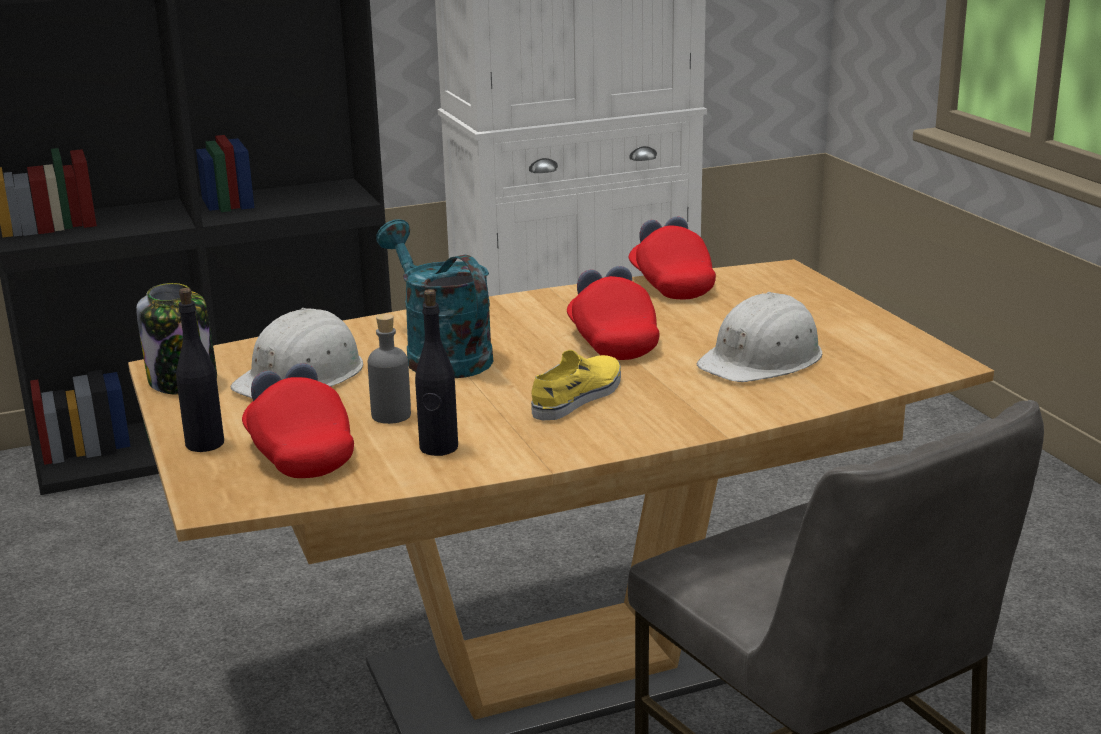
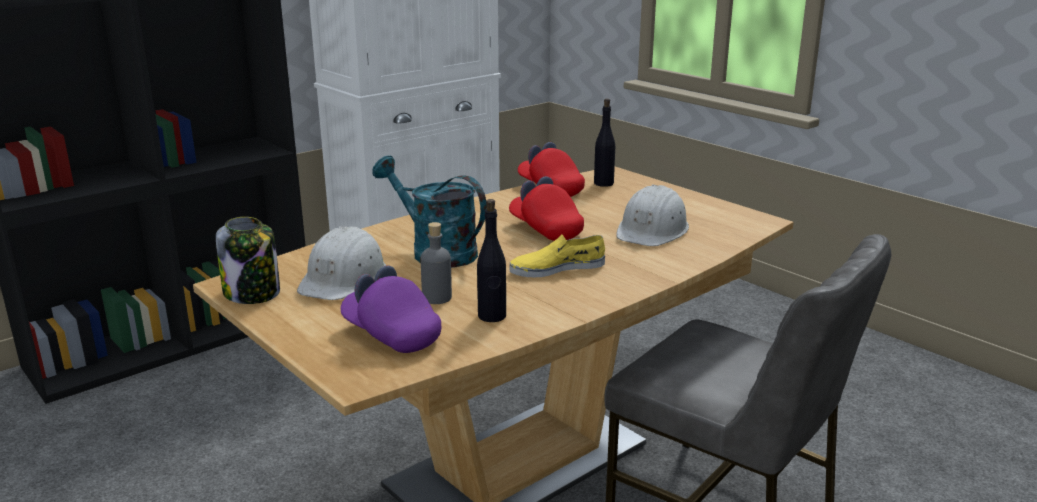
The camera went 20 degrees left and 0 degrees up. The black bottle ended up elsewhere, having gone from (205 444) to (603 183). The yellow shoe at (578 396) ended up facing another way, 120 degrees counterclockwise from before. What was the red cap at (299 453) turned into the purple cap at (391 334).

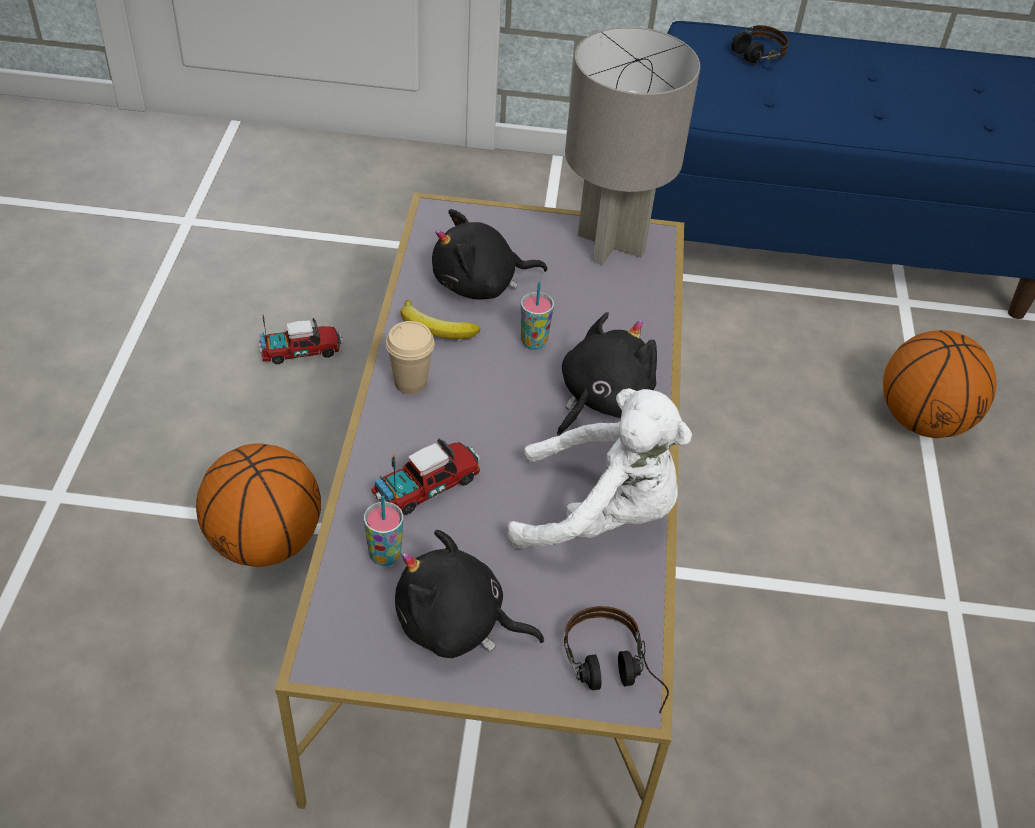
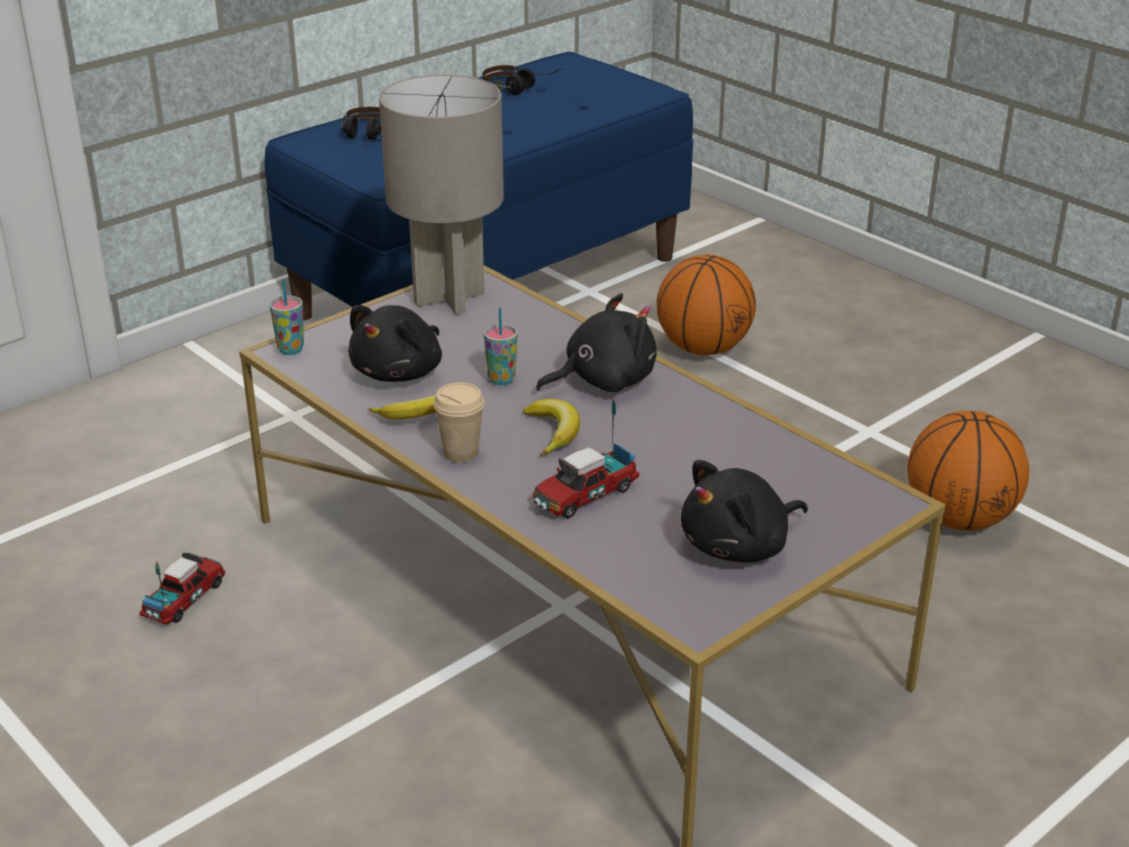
The camera went 45 degrees left and 15 degrees down. The black plush toy at (601 399) ended up facing another way, 75 degrees clockwise from before. The second view lost the white plush toy at (600 514). The toy truck at (428 486) ended up facing another way, 135 degrees counterclockwise from before. The basketball ended up elsewhere, having gone from (265 542) to (959 519). The cup ended up elsewhere, having gone from (385 555) to (290 349). The headphones ended up elsewhere, having gone from (613 676) to (521 89). The second view gained the banana at (553 432).

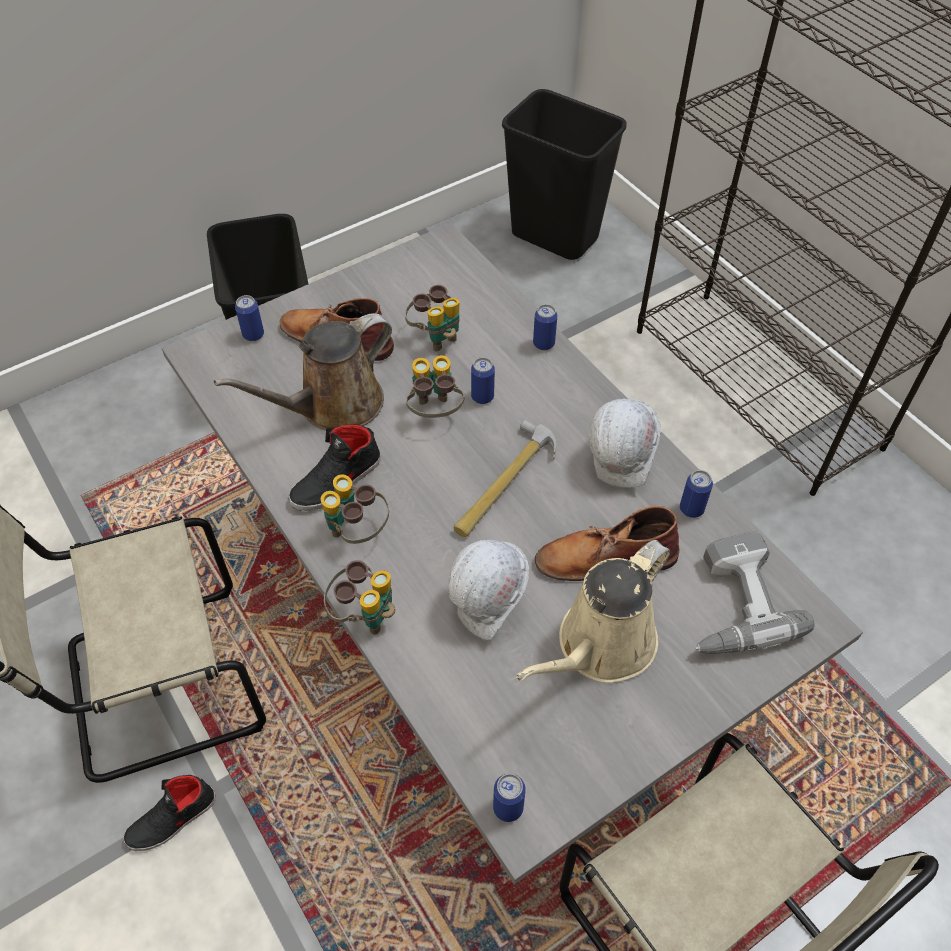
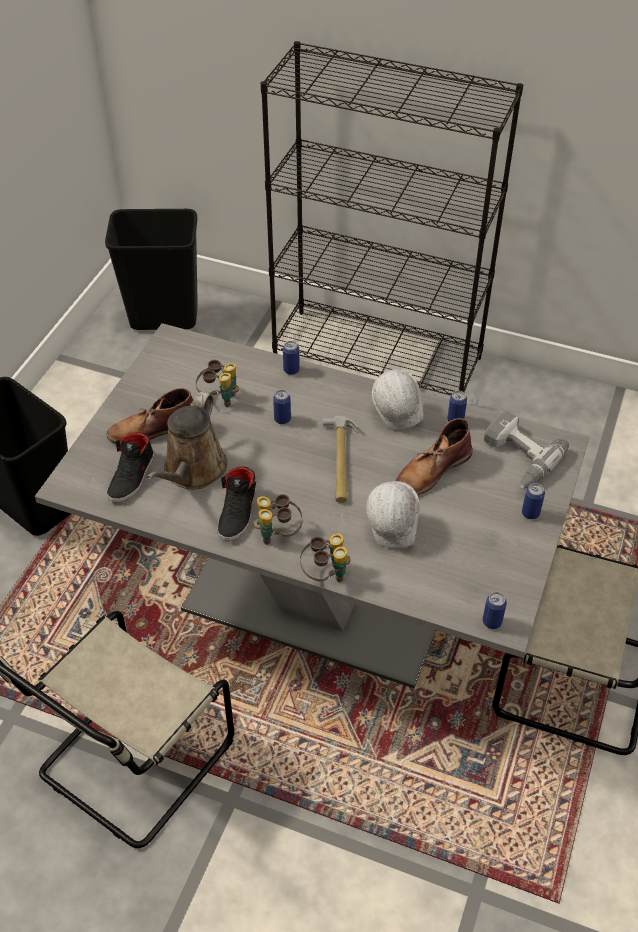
The camera went 35 degrees left and 5 degrees down. The can ended up elsewhere, having gone from (253 334) to (530 513). The second view lost the binoculars at (435 412). The second view lost the beige watering can at (600 646). The black shoe ended up elsewhere, having gone from (172 820) to (132 477).

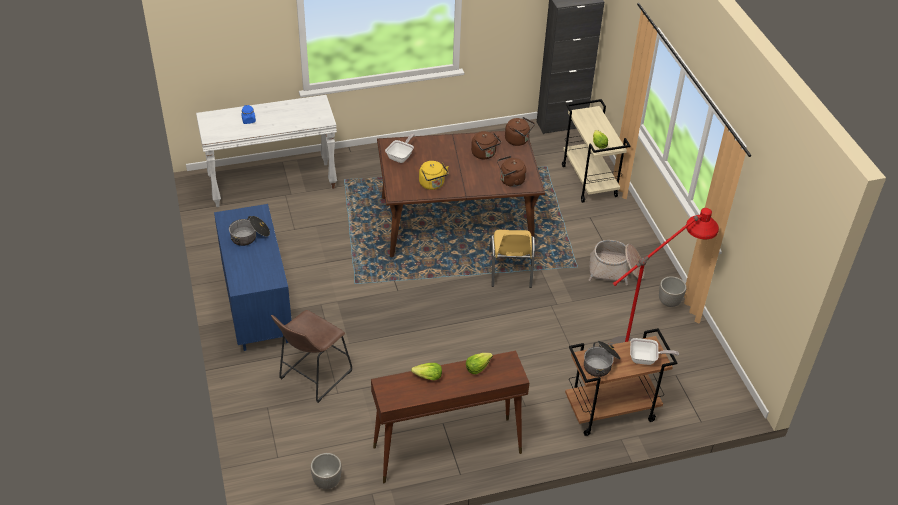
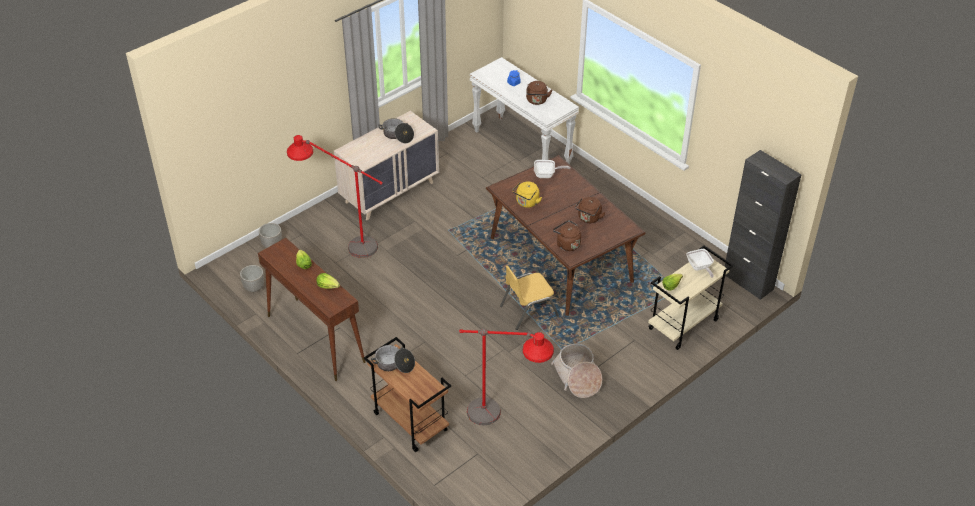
The camera went 65 degrees right and 0 degrees up. The brown kettle ended up elsewhere, having gone from (518 140) to (537 101). What was the blue dresser at (257 307) turned into the beige dresser at (390 192). The planter ended up elsewhere, having gone from (669 302) to (272 245). Where the brown stool stood at (312 377), the red floor lamp came to stand at (342 245). The frying pan ended up elsewhere, having gone from (646 359) to (699 268).

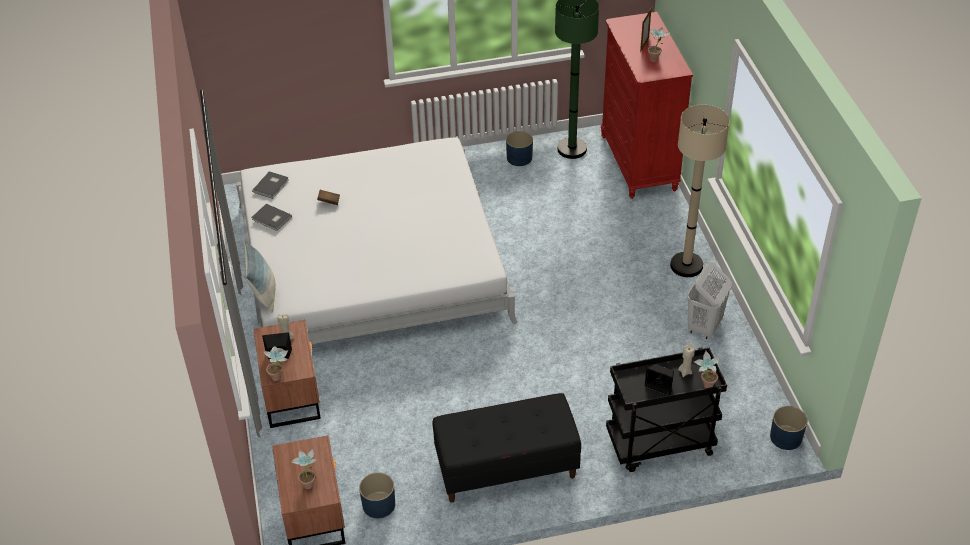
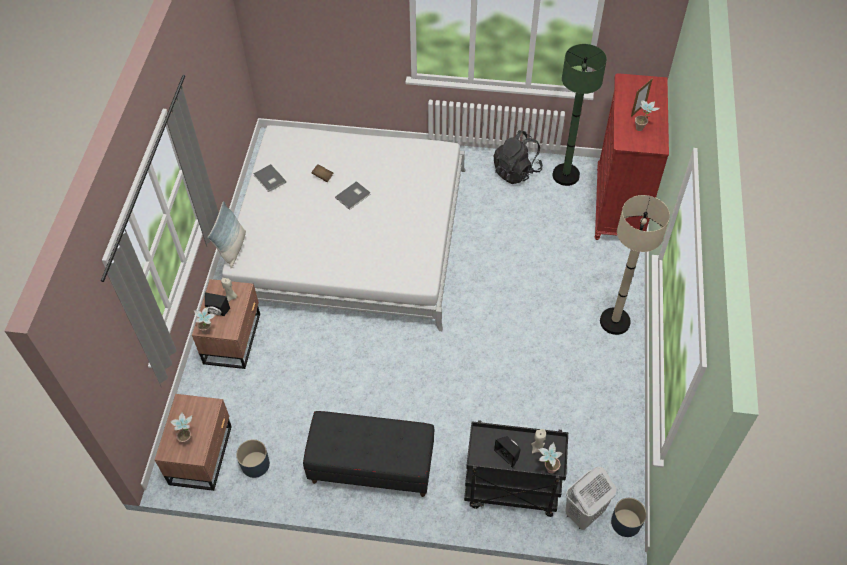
The camera went 20 degrees right and 10 degrees up. Where the blue planter stood at (519 158), the black backpack came to stand at (516 171). The grey book ended up elsewhere, having gone from (272 186) to (354 196). The white laundry basket ended up elsewhere, having gone from (704 327) to (583 513).

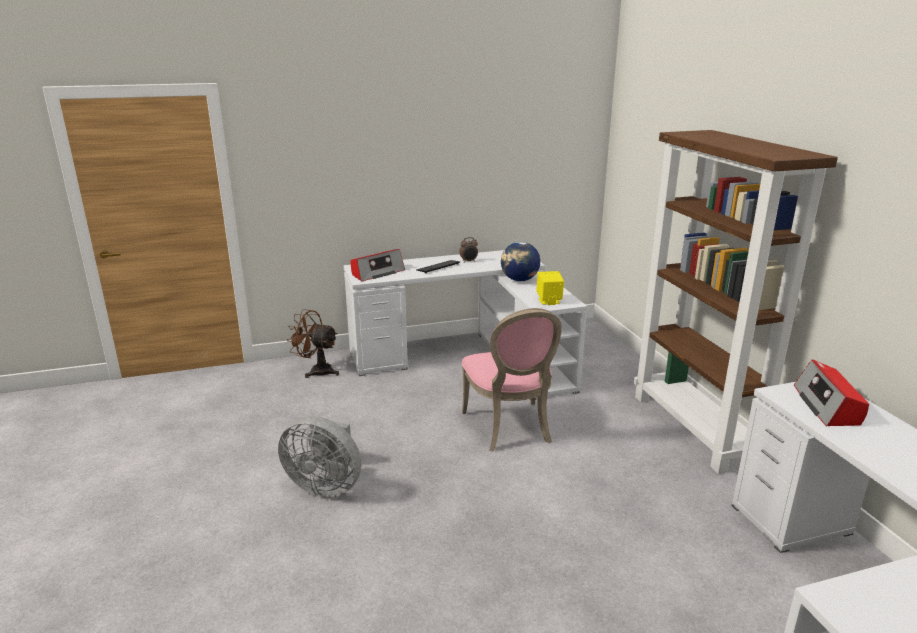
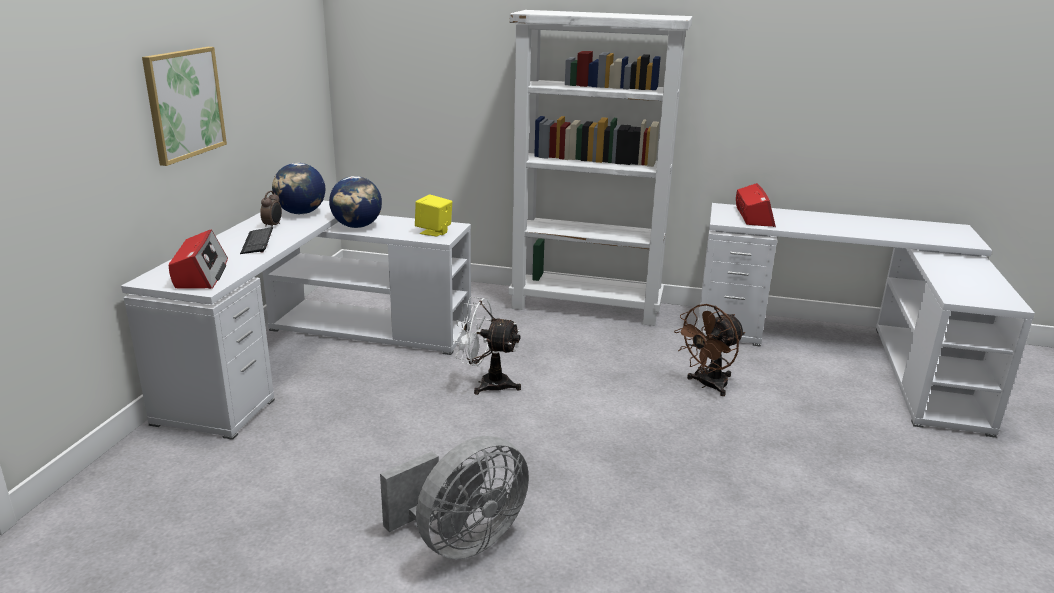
The camera went 60 degrees left and 0 degrees up. What was the brown bookcase at (695 428) turned into the white bookcase at (587 307). Where the pink chair stood at (510 428), the white fan came to stand at (487 383). The brown fan ended up elsewhere, having gone from (316 371) to (707 385). The radio at (827 406) ended up facing another way, 120 degrees counterclockwise from before. The second view gained the picture at (184 104). The second view gained the globe at (301 213).

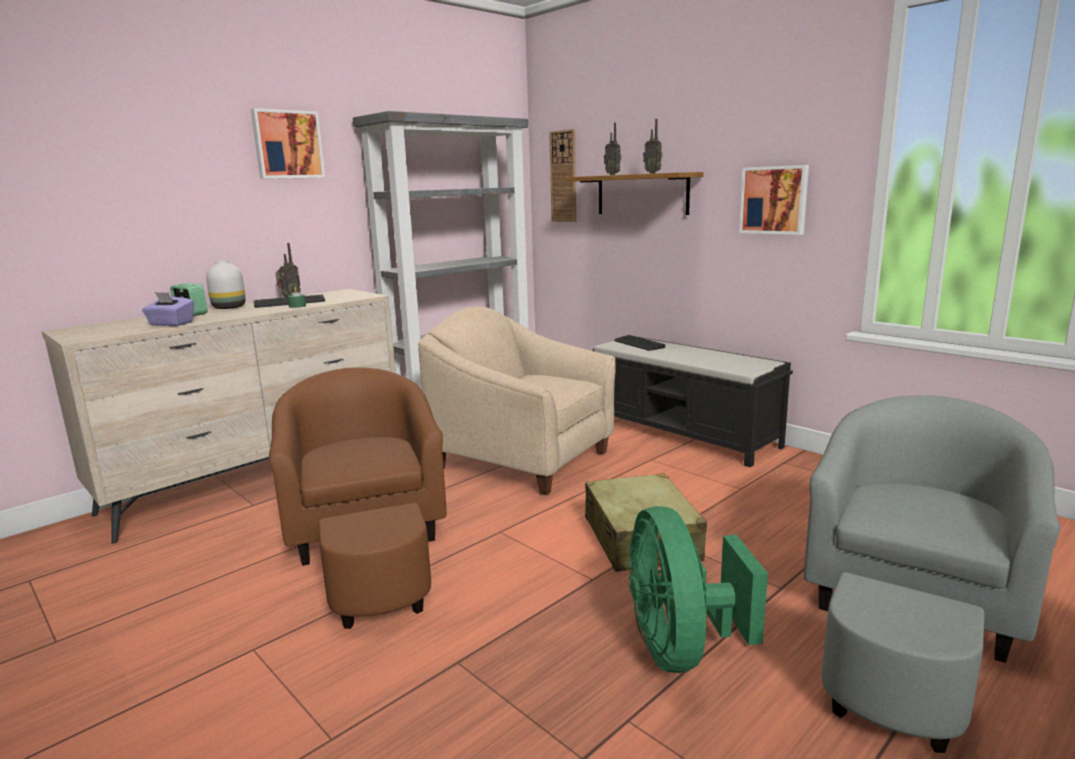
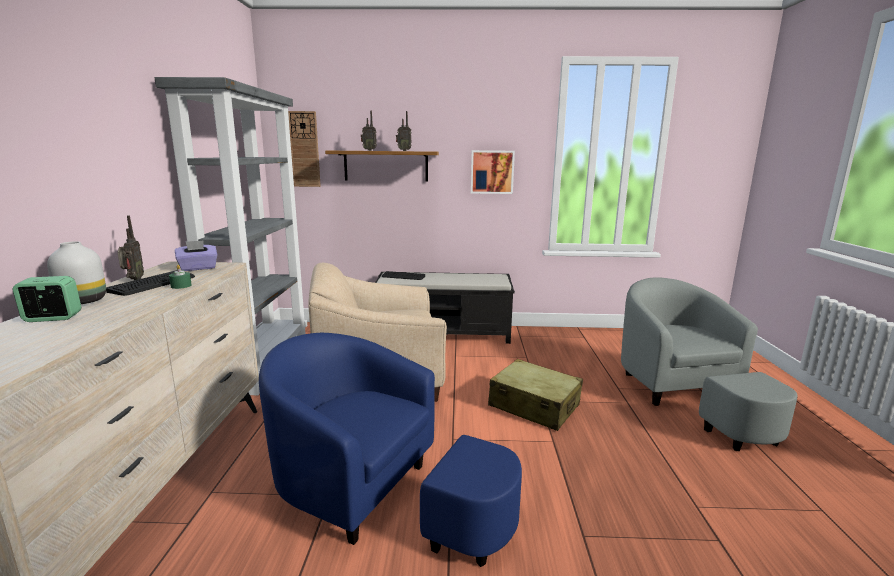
The camera went 45 degrees left and 0 degrees up. The second view lost the picture at (287 144). The purple tissue box ended up elsewhere, having gone from (171 324) to (198 268). What was the brown armchair at (369 544) turned into the blue armchair at (377 495). The second view lost the green fan at (681 648).

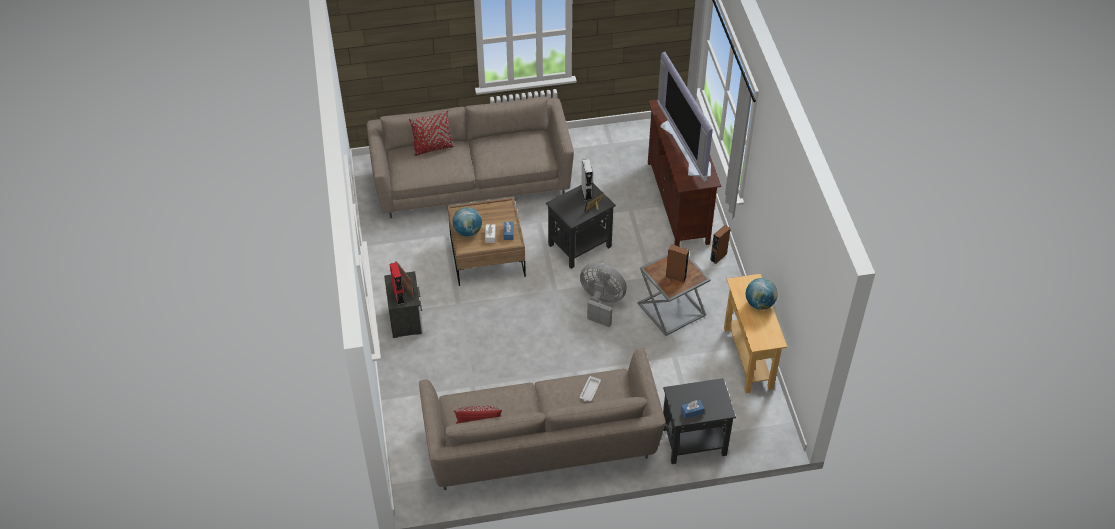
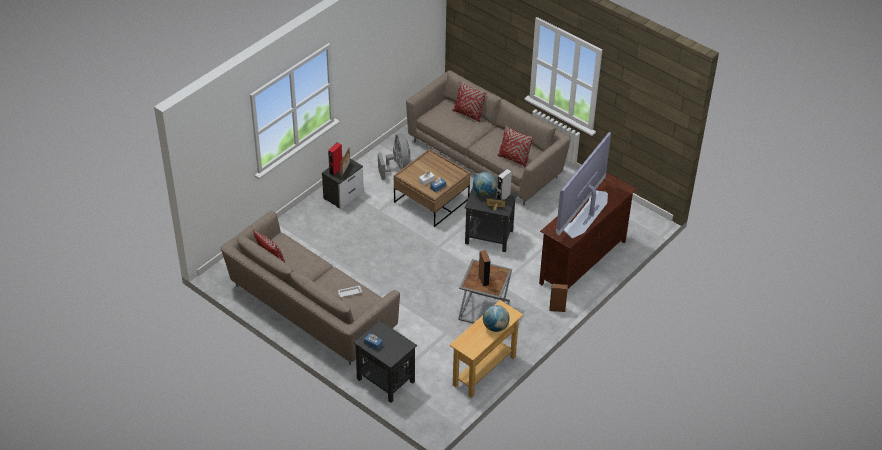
The camera went 50 degrees right and 5 degrees down. The globe ended up elsewhere, having gone from (468 231) to (484 192). The grey fan ended up elsewhere, having gone from (601 303) to (397 168). The second view gained the red pillow at (514 159).

